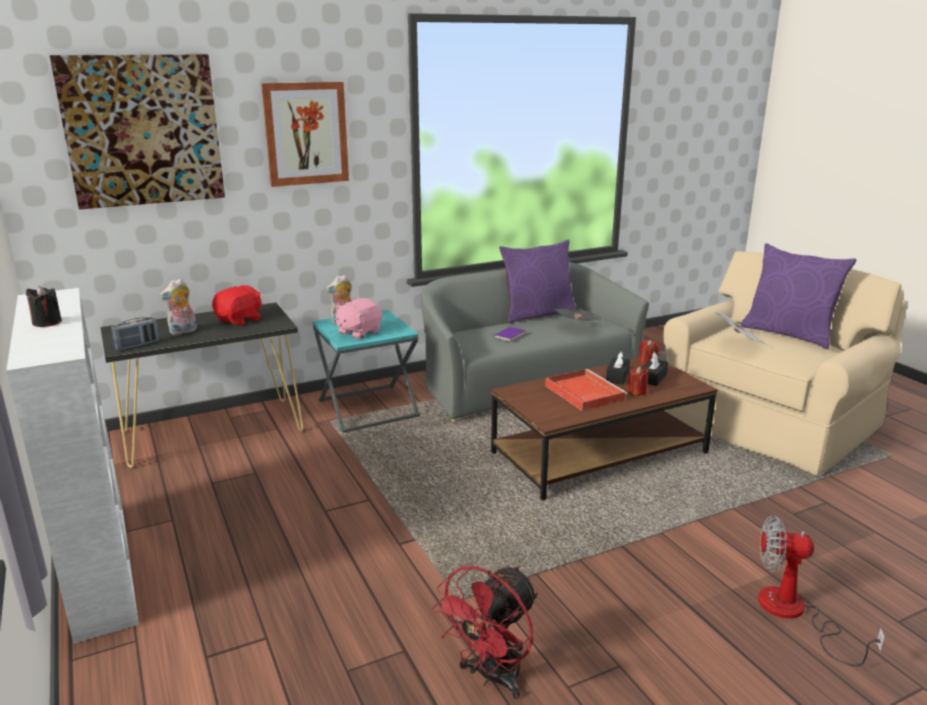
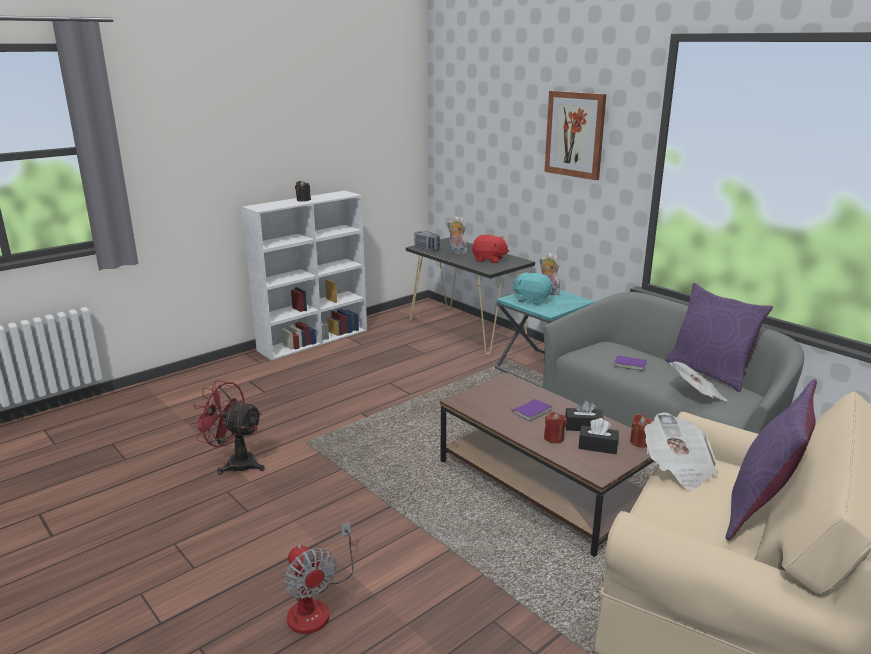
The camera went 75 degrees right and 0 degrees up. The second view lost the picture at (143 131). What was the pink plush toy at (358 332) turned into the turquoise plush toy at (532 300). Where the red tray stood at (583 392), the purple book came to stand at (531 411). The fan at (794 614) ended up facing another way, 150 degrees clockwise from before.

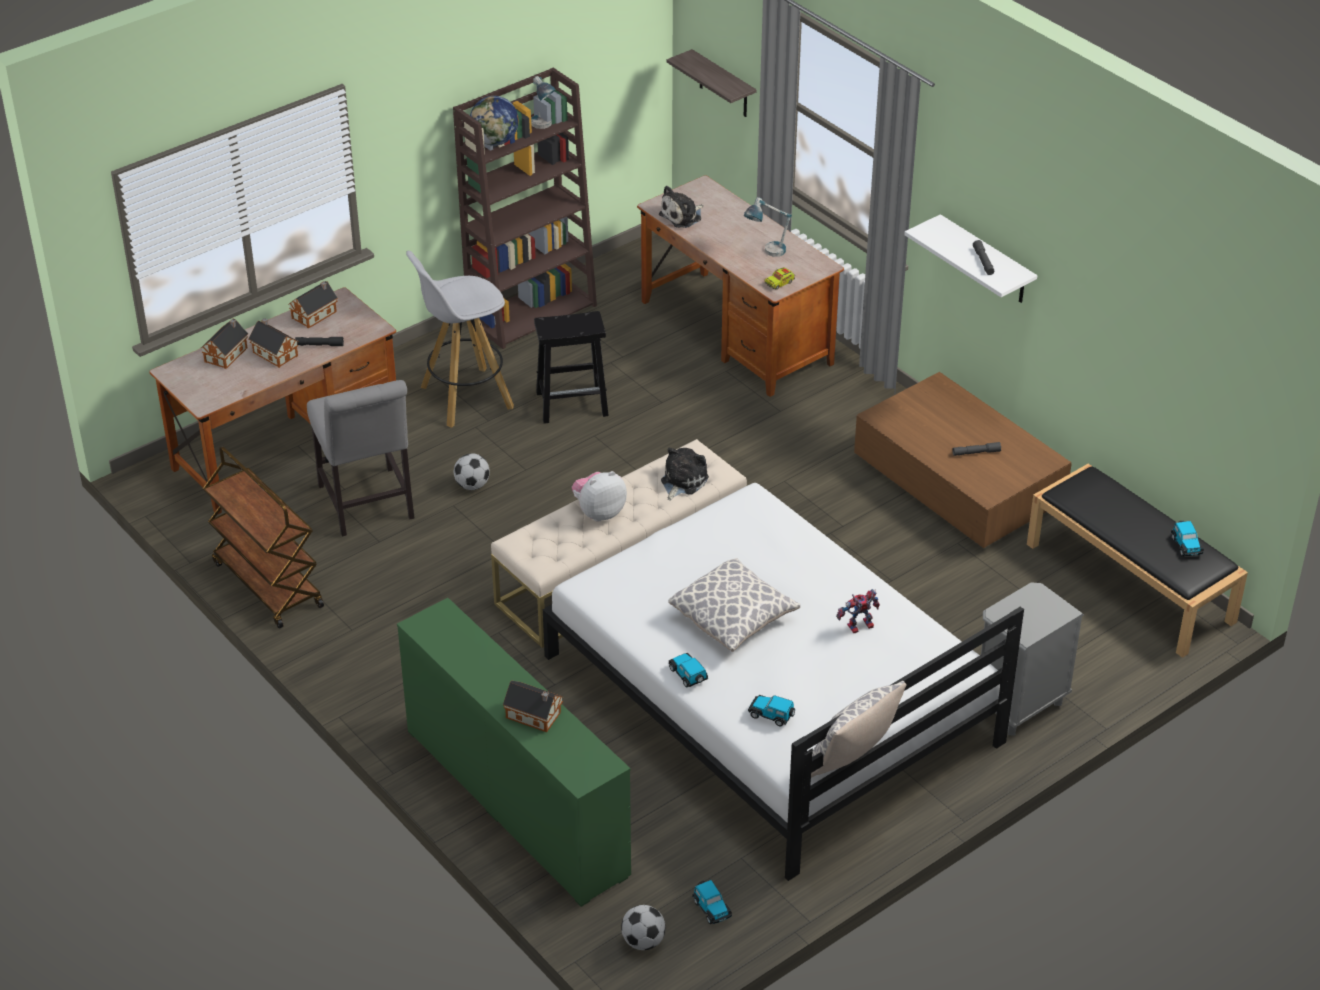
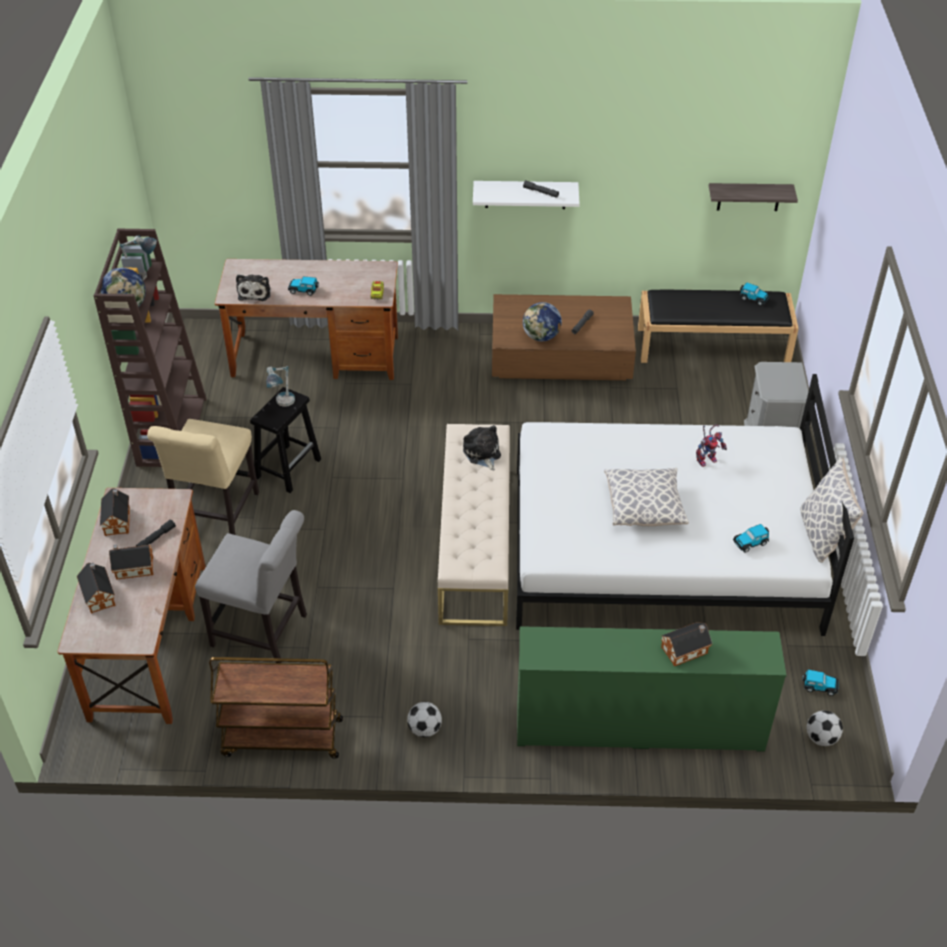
The camera went 50 degrees left and 5 degrees up. The shelf ended up elsewhere, having gone from (723 85) to (749 197). The table lamp ended up elsewhere, having gone from (766 253) to (283 405). Where the white stool stood at (465 398), the beige chair came to stand at (215 515). The football ended up elsewhere, having gone from (472 485) to (424 729). The second view lost the plush toy at (599 512). The toy robot at (859 628) ended up facing another way, 135 degrees counterclockwise from before. The toy car ended up elsewhere, having gone from (688 675) to (304 290). The second view gained the globe at (541 337).

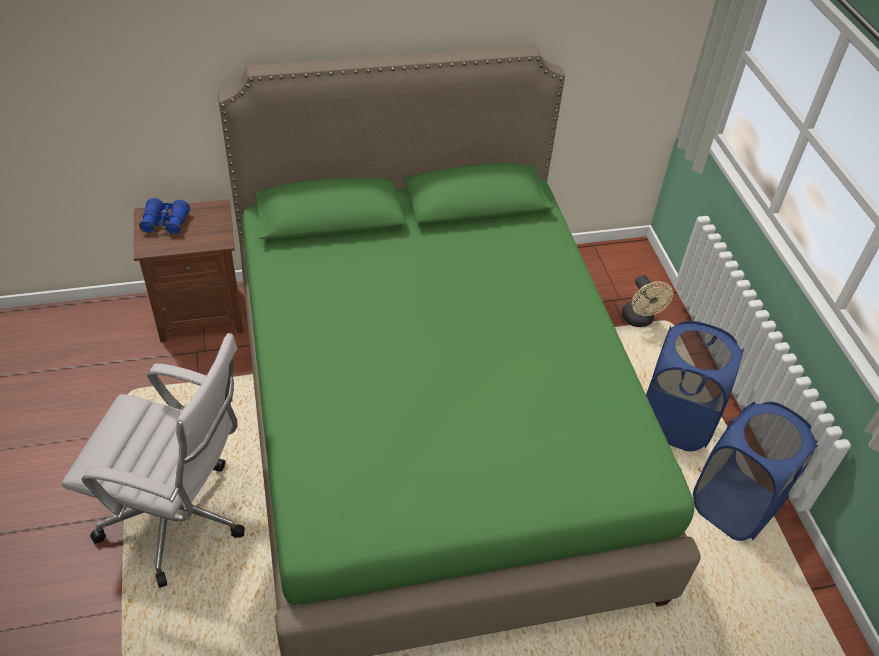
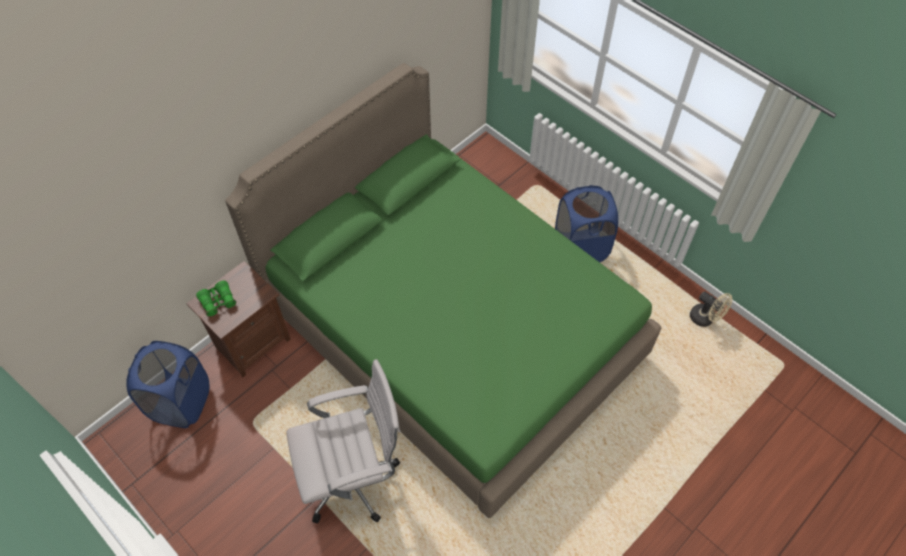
The camera went 30 degrees left and 10 degrees up. What was the blue binoculars at (165 223) turned into the green binoculars at (218 301). The beige fan ended up elsewhere, having gone from (639 320) to (705 319). The blue laundry basket ended up elsewhere, having gone from (735 504) to (181 402).

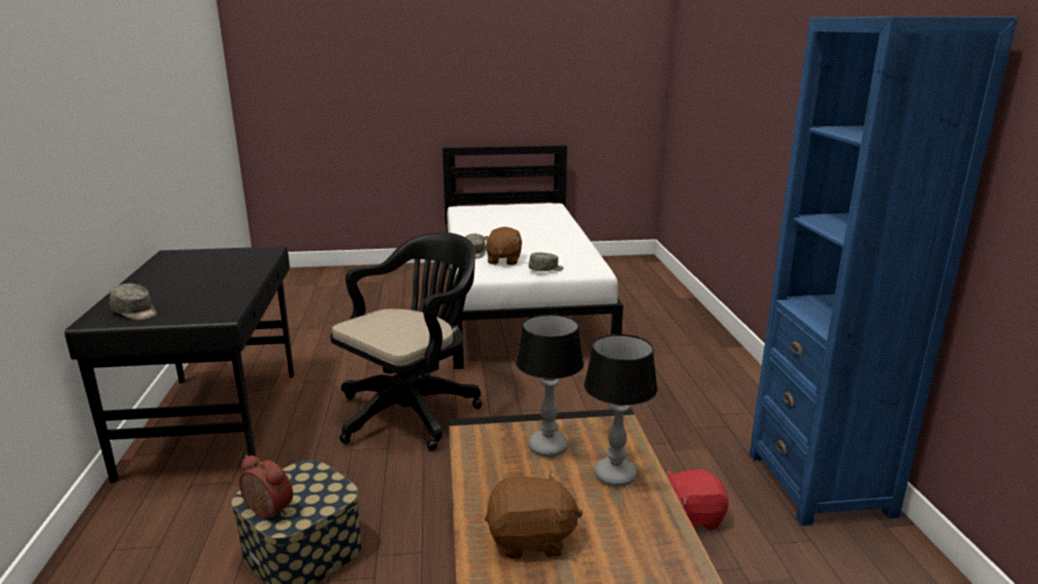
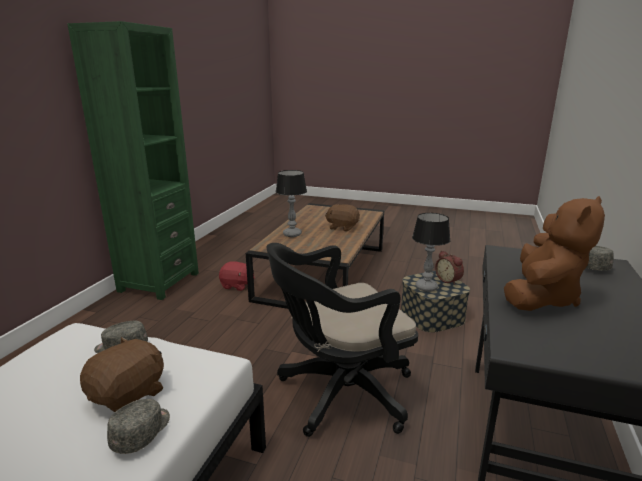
The camera went 155 degrees left and 0 degrees up. What was the blue bookcase at (819 484) turned into the green bookcase at (159 282). The table lamp ended up elsewhere, having gone from (548 447) to (426 287). The second view gained the brown plush toy at (541 297).

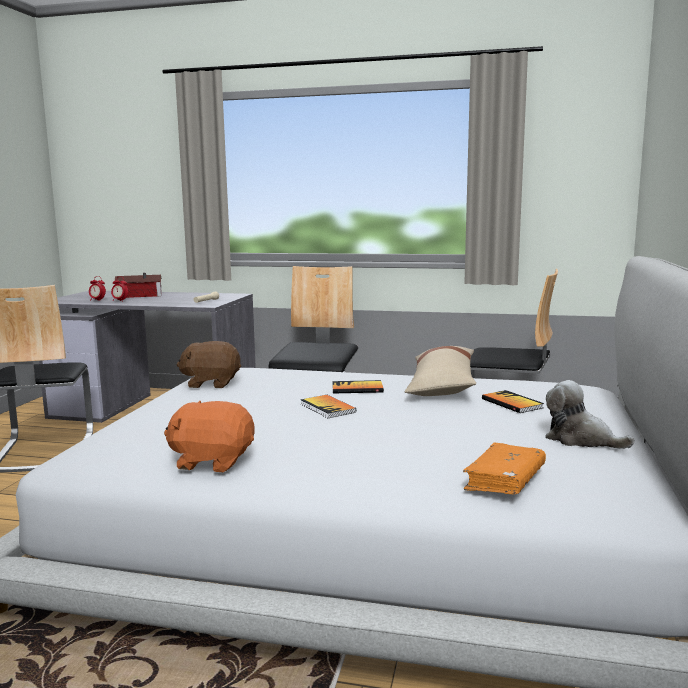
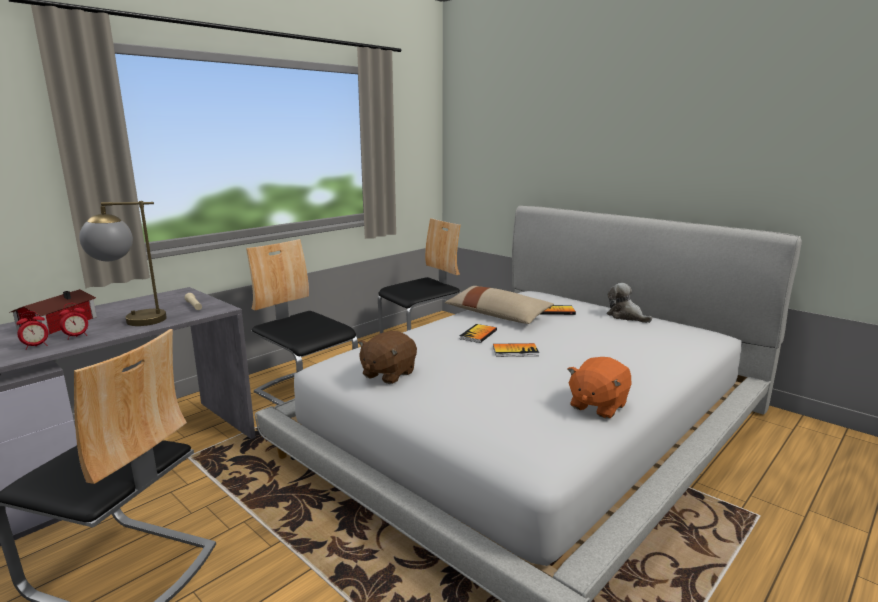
The camera went 60 degrees left and 5 degrees up. The plush toy at (580 439) ended up facing another way, 75 degrees clockwise from before. The second view lost the orange book at (504 480). The second view gained the table lamp at (131 321).

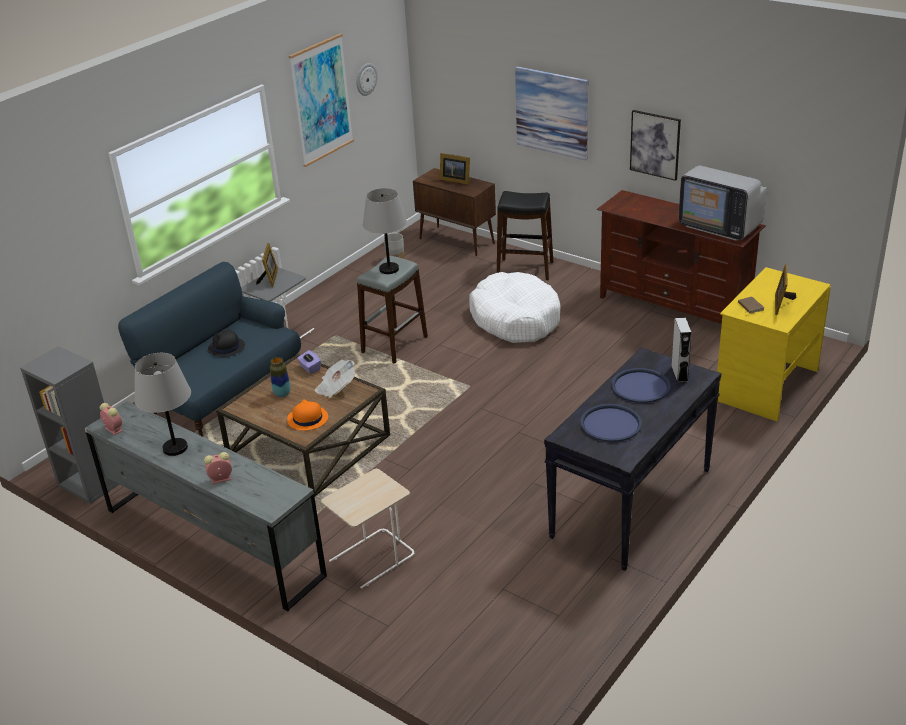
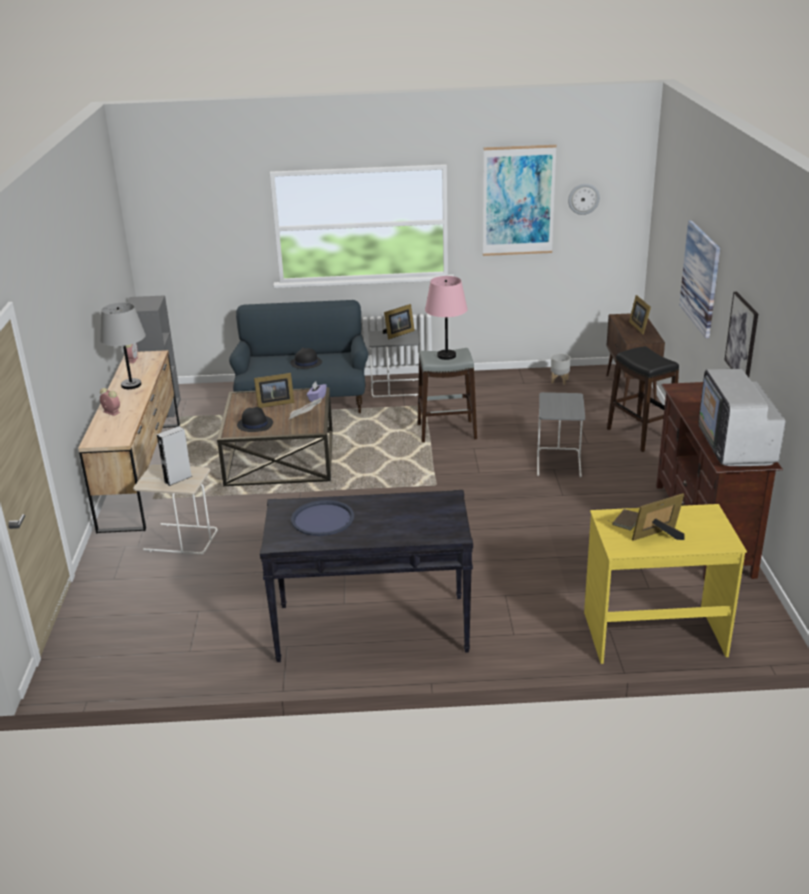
The camera went 50 degrees right and 5 degrees down. What was the grey table lamp at (389 269) turned into the pink table lamp at (446 356). Where the white dog bed stood at (515 319), the grey side table came to stand at (559 463). The grey speaker ended up elsewhere, having gone from (679 373) to (178 479). Where the vase stood at (282 394), the picture frame came to stand at (274 403). The second view lost the blue tray at (640 386). What was the orange hat at (307 419) turned into the black hat at (254 424). What was the grey dresser at (213 542) turned into the brown dresser at (142 474).

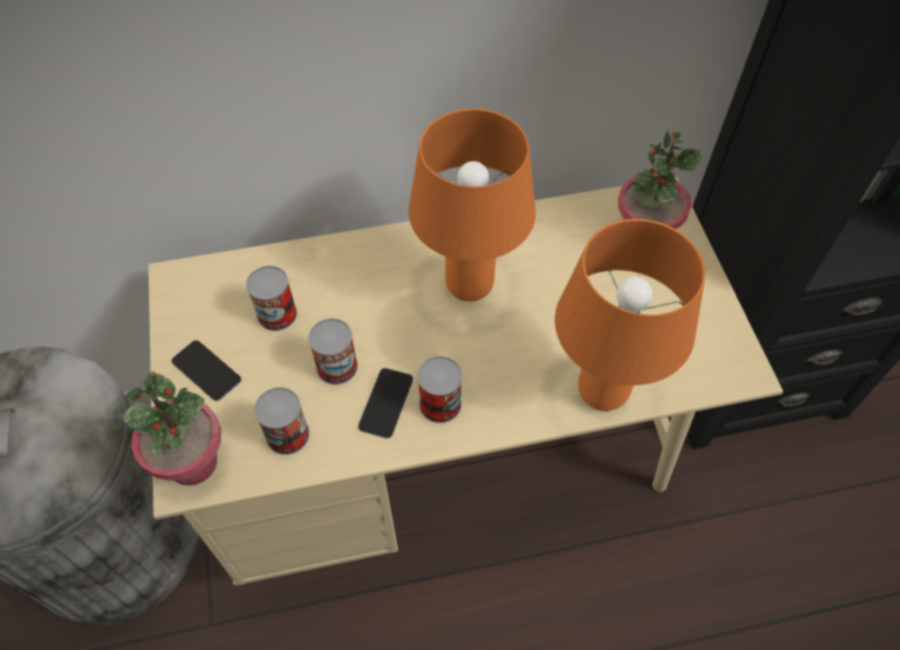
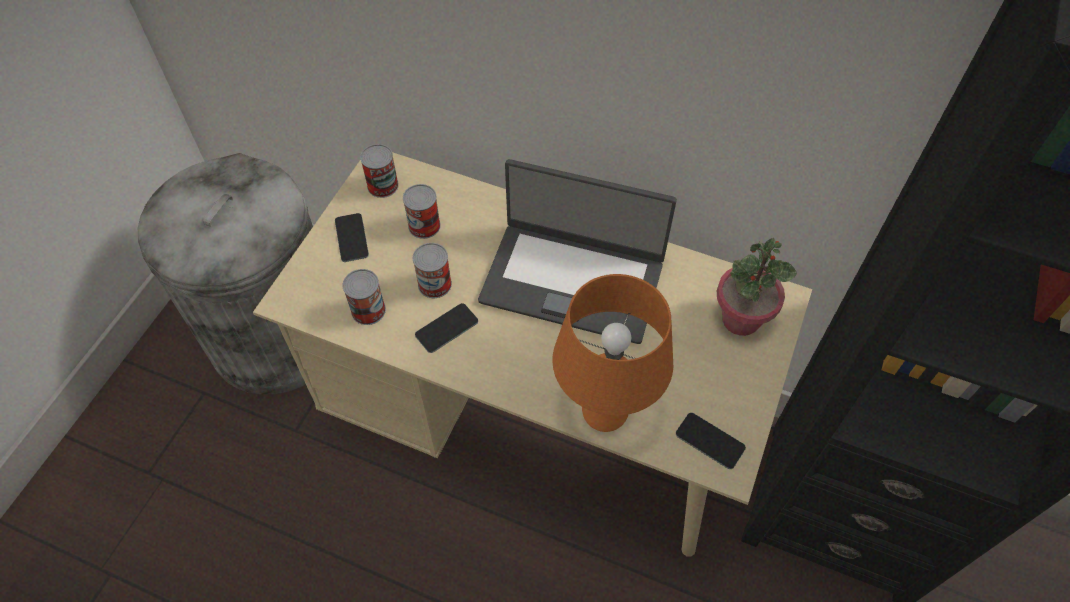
The camera went 35 degrees right and 0 degrees up. Where the orange table lamp stood at (470 284), the laptop came to stand at (572 280). The can ended up elsewhere, having gone from (440 404) to (383 185). The second view lost the potted plant at (193 462). The second view gained the phone at (710 441).

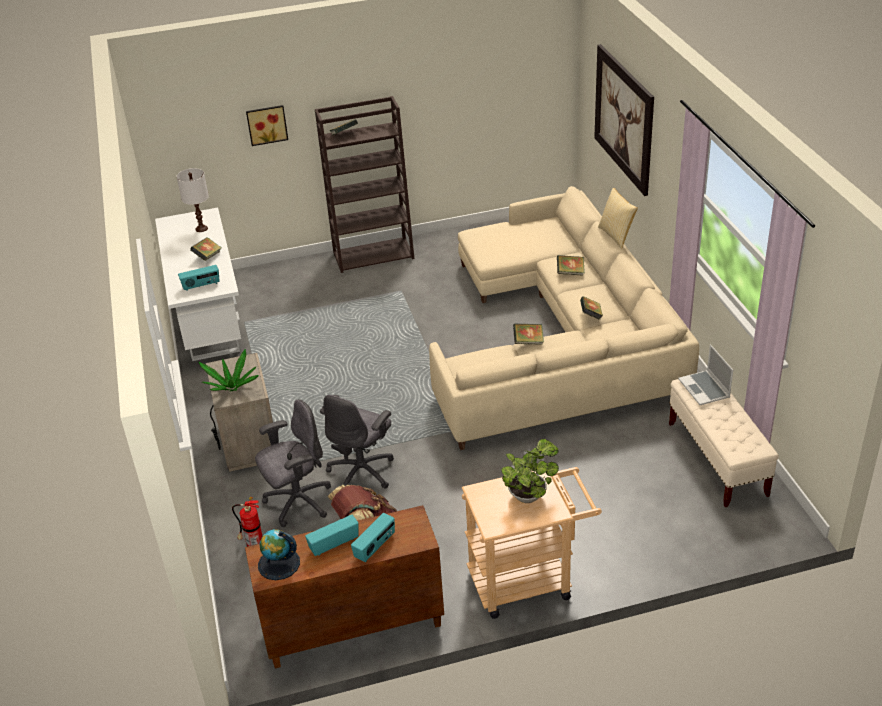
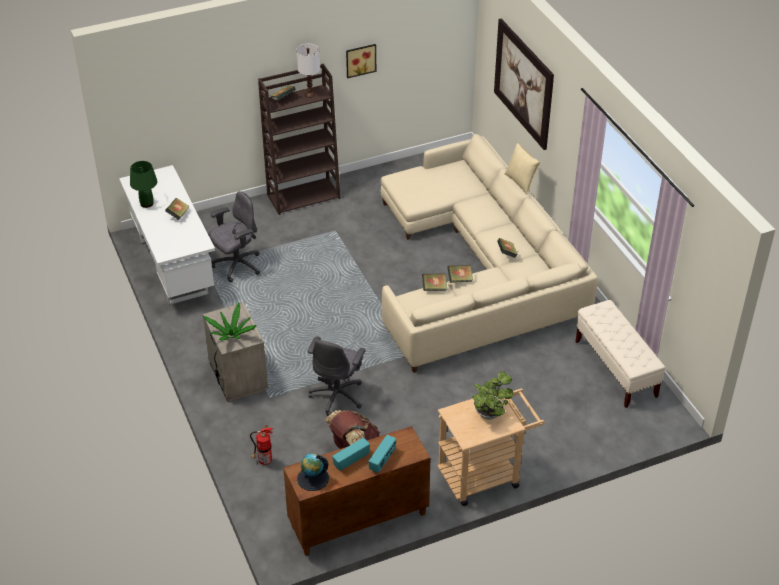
The camera went 10 degrees left and 5 degrees up. The picture ended up elsewhere, having gone from (267 124) to (360 60). The white table lamp ended up elsewhere, having gone from (201 228) to (309 94). The book ended up elsewhere, having gone from (570 272) to (434 288). The second view lost the radio at (201 286). The second view lost the laptop at (705 389). The grey office chair ended up elsewhere, having gone from (297 502) to (237 266). The second view gained the green table lamp at (147 203).

